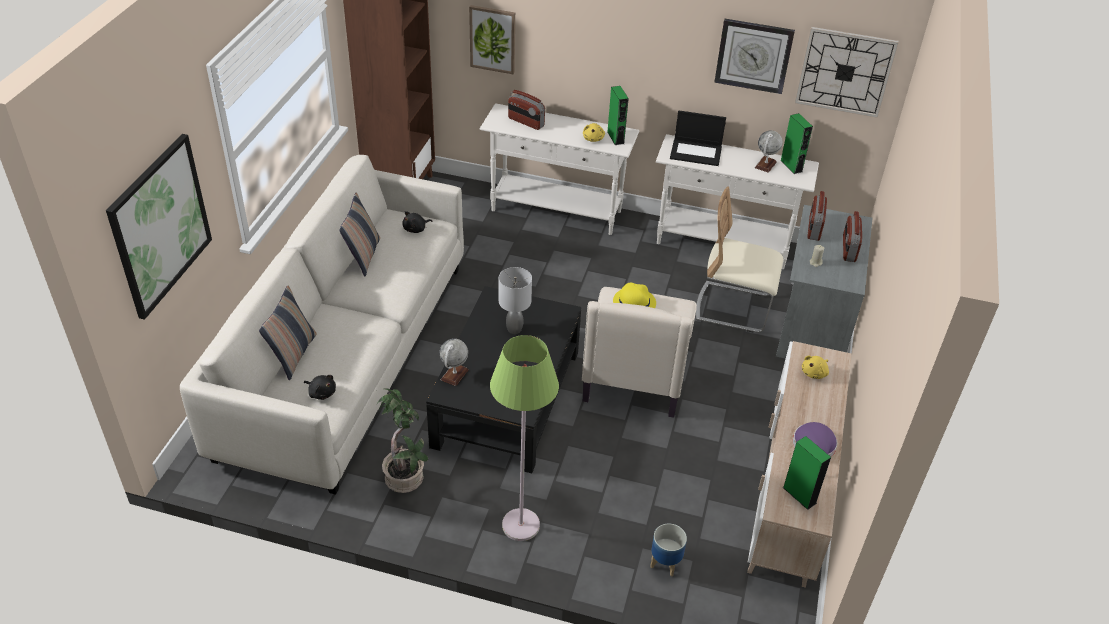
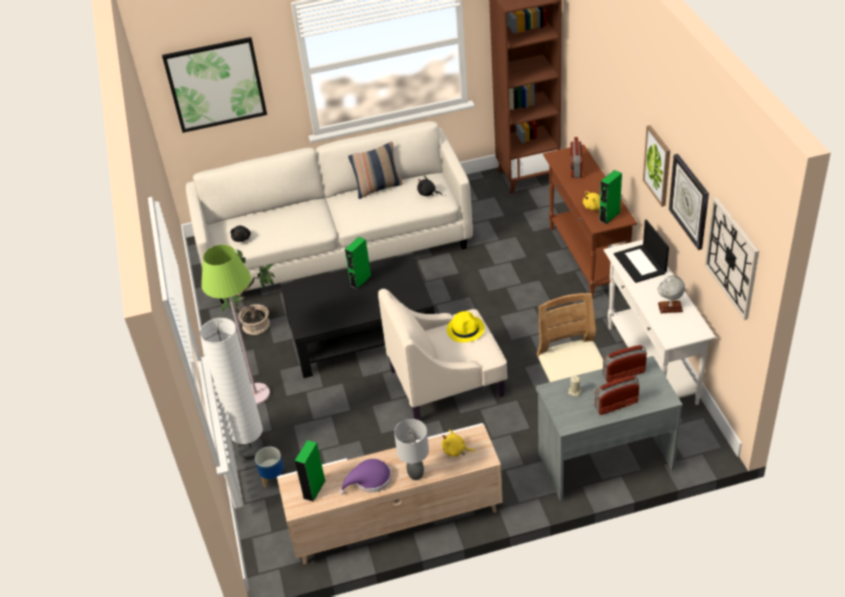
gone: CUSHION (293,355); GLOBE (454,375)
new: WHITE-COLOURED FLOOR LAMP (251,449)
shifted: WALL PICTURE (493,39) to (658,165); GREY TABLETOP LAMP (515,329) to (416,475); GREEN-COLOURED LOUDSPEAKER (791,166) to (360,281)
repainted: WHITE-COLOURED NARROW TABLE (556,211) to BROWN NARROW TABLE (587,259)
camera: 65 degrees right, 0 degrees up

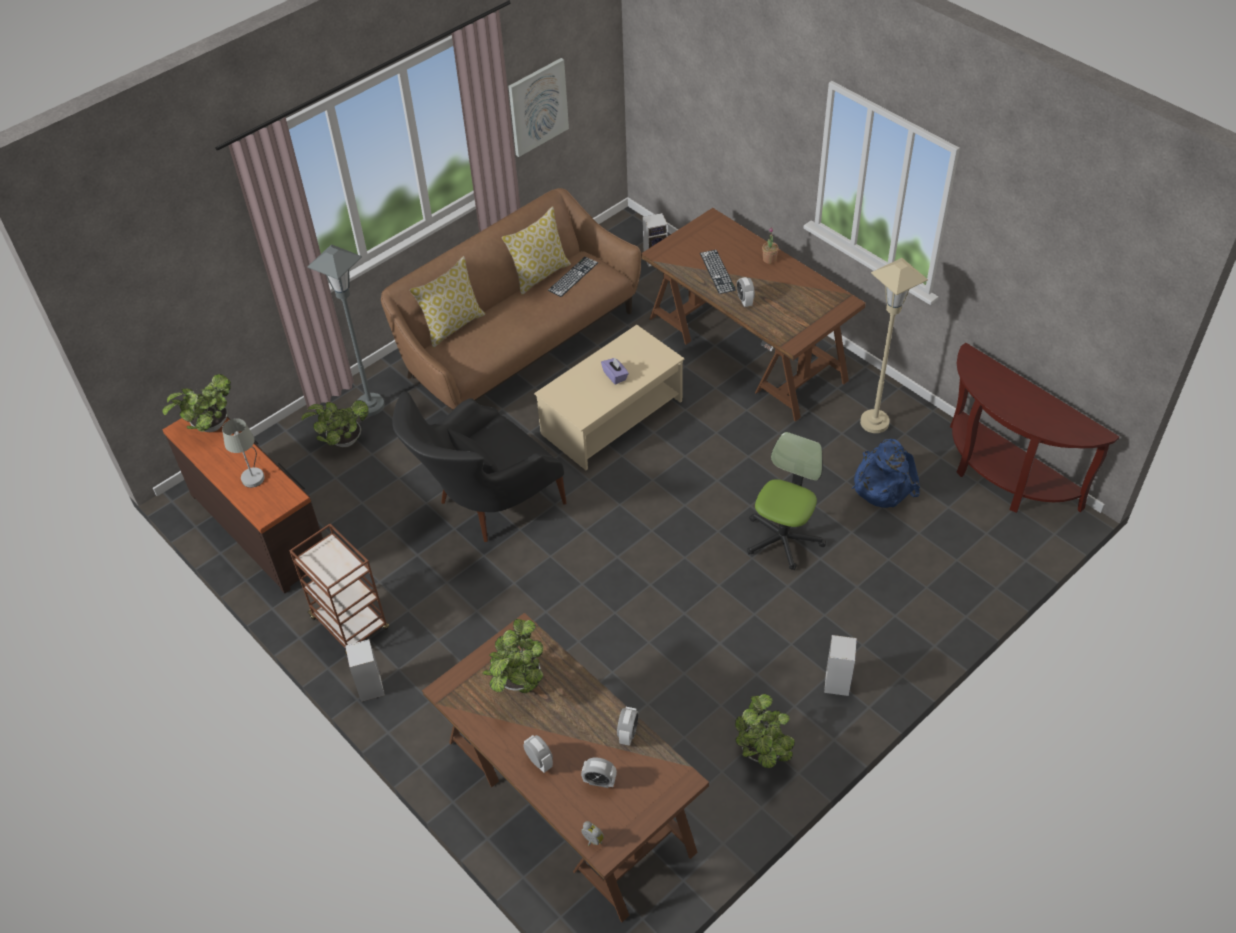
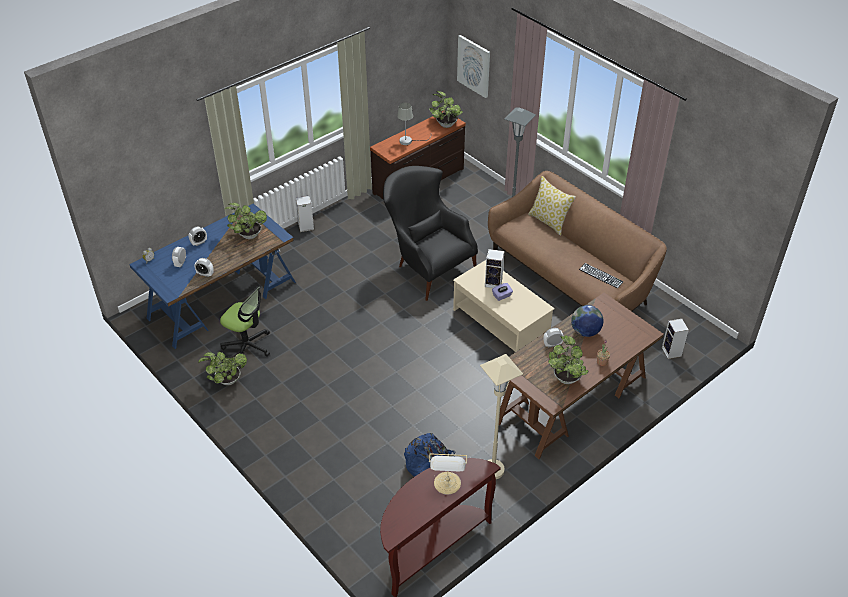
gone: BROWN CART (350,624); CUSHION (539,274)
new: TABLETOP LAMP (447,484)
shifted: HOUSEPLANT (342,441) to (566,377); WALL PICTURE (538,107) to (474,66); OFFICE CHAIR (783,539) to (247,346); LOUDSPEAKER (836,681) to (494,283)
swapped: PC KEYBOARD (717,271) to GLOBE (585,331)
repainted: BROWN DESK TABLE (568,796) to BLUISH DESK TABLE (222,299)
camera: 90 degrees right, 5 degrees down

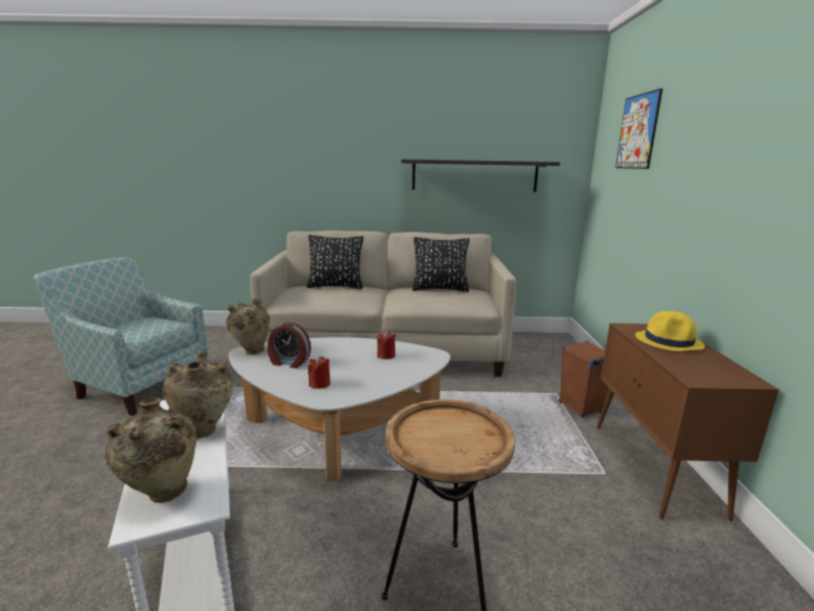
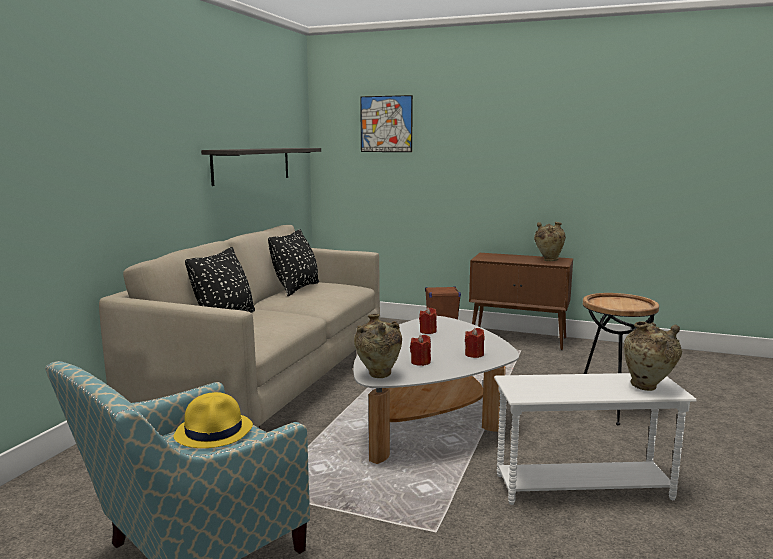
shifted: BEIGE-COLOURED DECORATIVE VASE (204,430) to (548,260); YELLOW-COLOURED HAT (669,341) to (214,431)
swapped: TABLE CLOCK (289,362) to RED-COLOURED WAX CANDLE (420,362)
camera: 70 degrees left, 5 degrees down

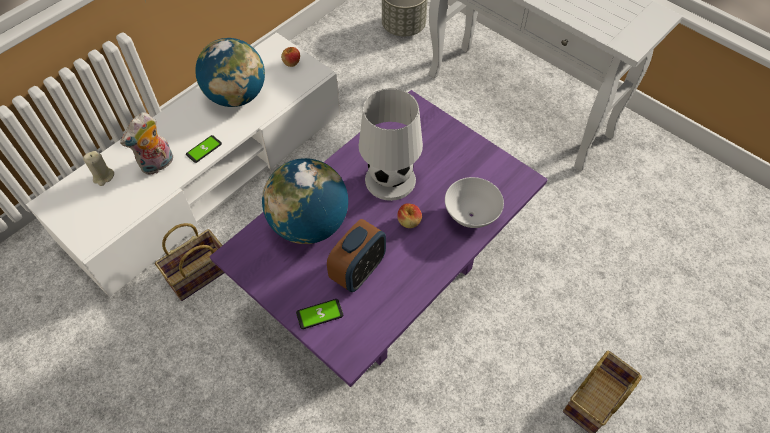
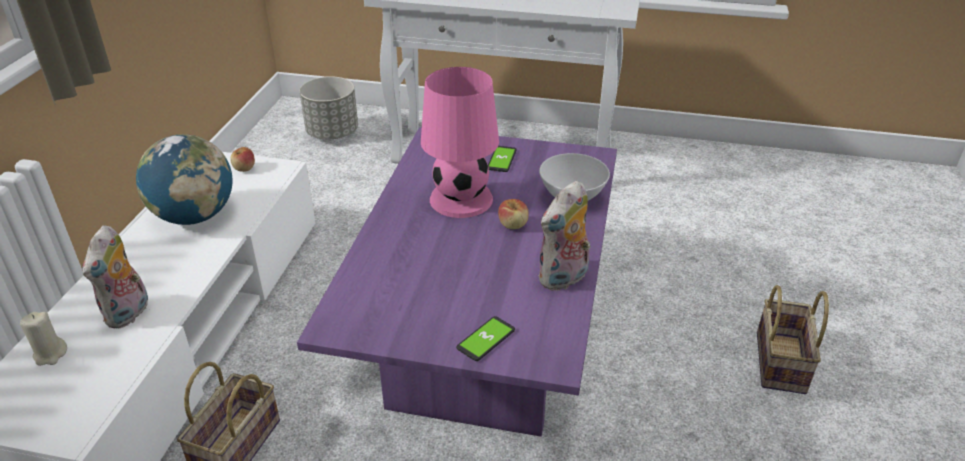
gone: GLOBE (309,224); TABLE CLOCK (358,271)
new: PLUSH TOY (564,279)
shifted: PHONE (204,149) to (502,159)
repainted: WHITE-COLOURED TABLETOP LAMP (389,179) to PINK-COLOURED TABLETOP LAMP (460,199)
camera: 30 degrees left, 20 degrees down

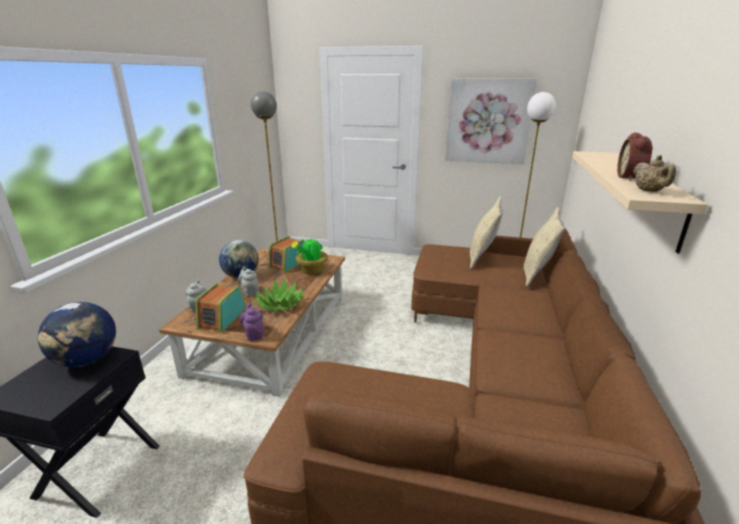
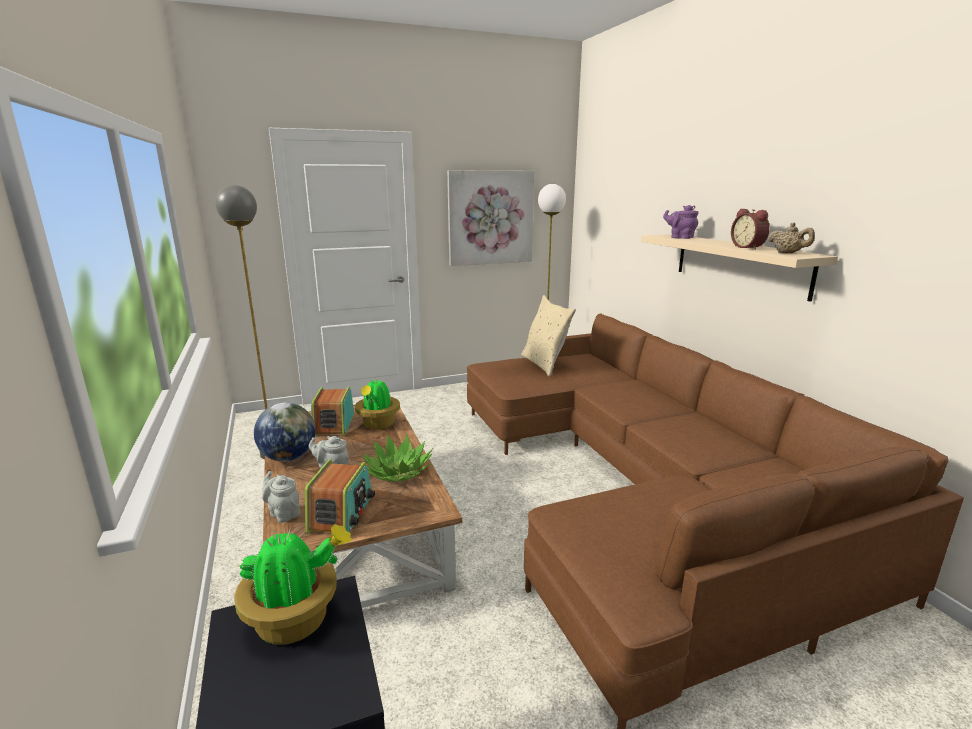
gone: BEIGE-COLOURED CUSHION (537,274)
shifted: PURPLE-COLOURED TEAPOT (254,334) to (680,237)
swapped: GLOBE (87,360) to HOUSEPLANT (296,620)
rotated: RADIO RECEIVER (221,318) = (341,513) 150 degrees counterclockwise
camera: 35 degrees left, 5 degrees down

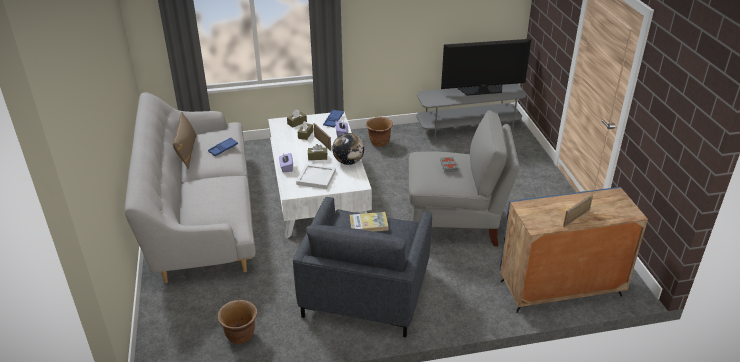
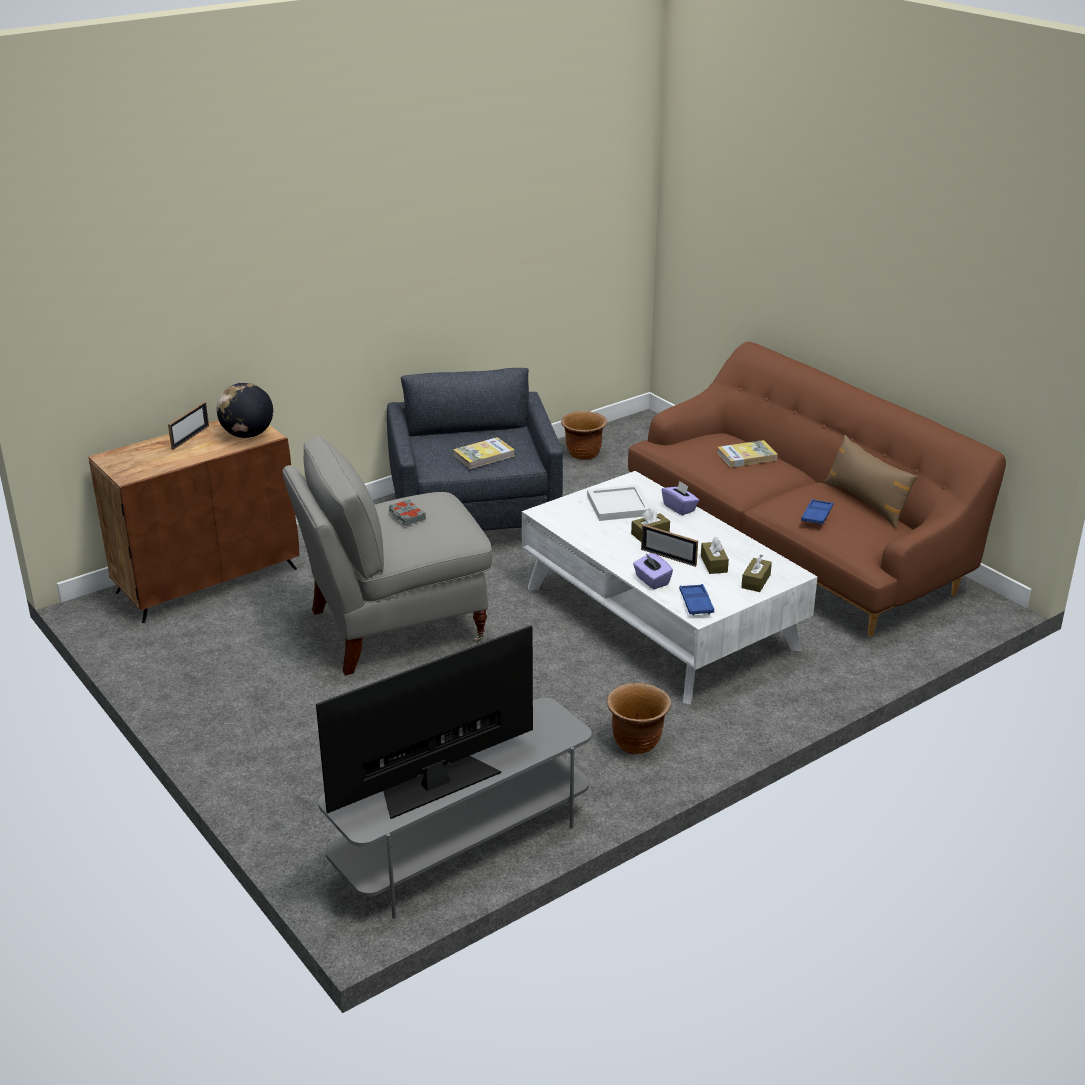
new: BOUND BOOK (747,456)
shifted: GLOBE (348,162) to (247,435)
repainted: GREY COUCH (201,212) to BROWN COUCH (796,543); BLUISH CUPBOARD (560,289) to BROWN CUPBOARD (208,580)
camera: 155 degrees right, 5 degrees down

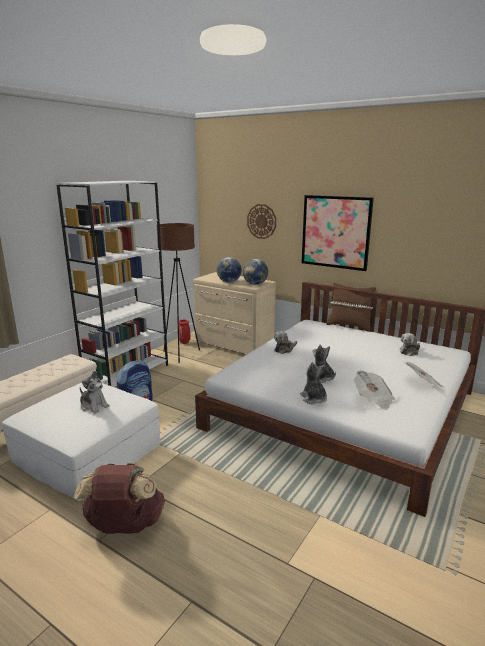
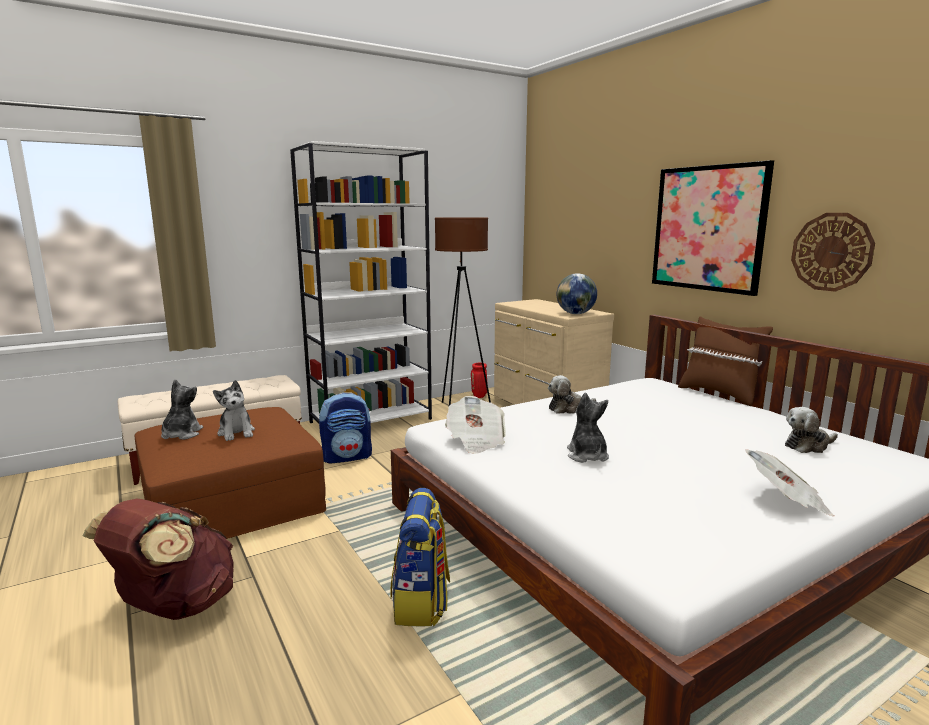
gone: GLOBE (229,282)
new: RUCKSACK (421,602)
shifted: WALL CLOCK (261,221) to (831,252); PLUSH TOY (314,399) to (181,434); PRINTED PAPER (373,399) to (476,441)
repainted: WHITE-COLOURED FOOTREST (87,453) to BROWN FOOTREST (232,501)
camera: 25 degrees right, 5 degrees down

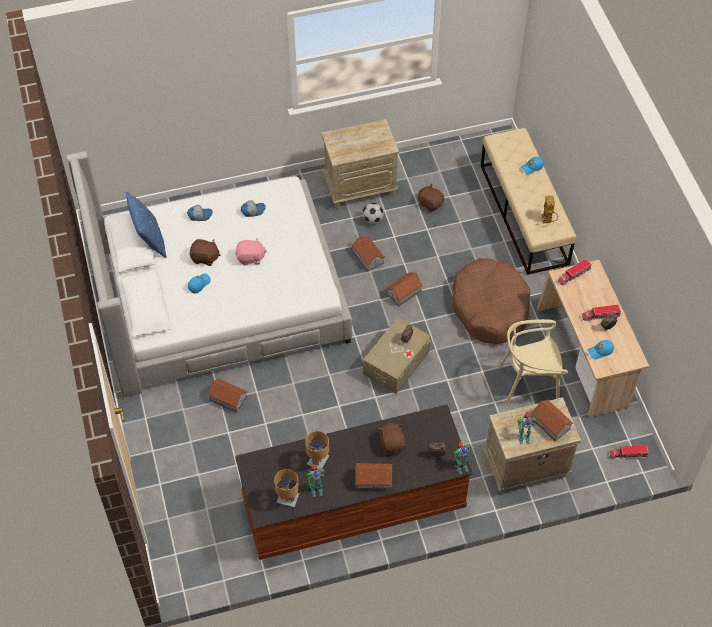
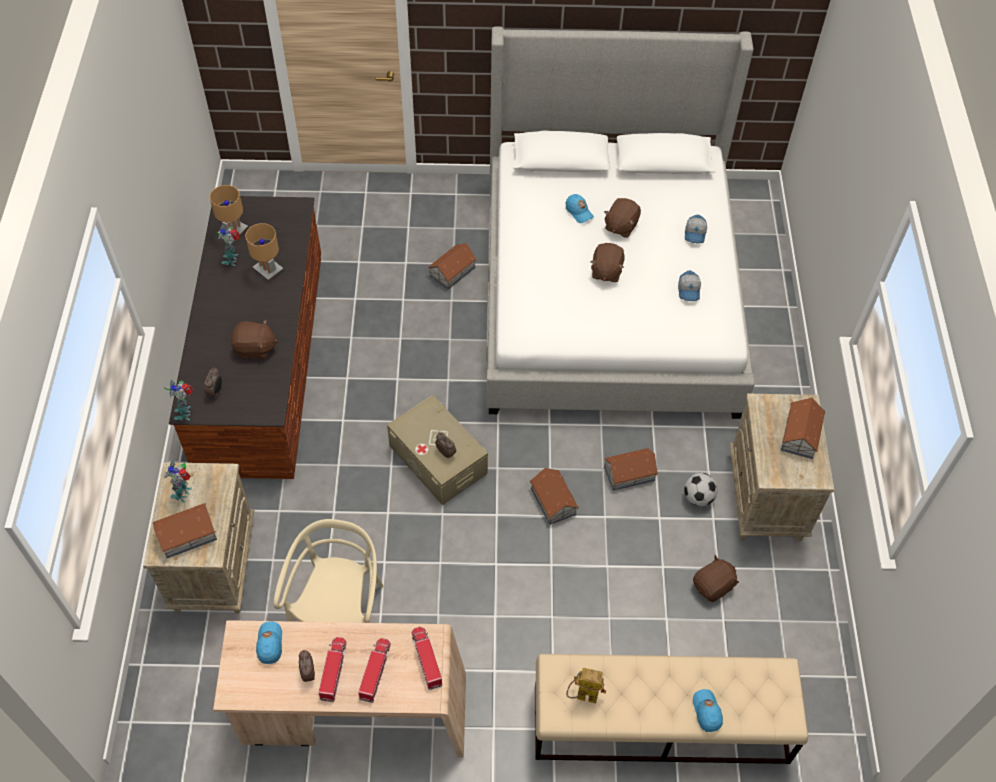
gone: BLUISH CUSHION (149,240); BROWN DOG BED (490,307)
shifted: MINIATURE HOUSE (374,479) to (800,435); MODEL TRUCK (628,454) to (375,671)
repainted: PINK-COLOURED PLUSH TOY (250,258) to BROWN PLUSH TOY (606,271)
camera: 105 degrees right, 0 degrees up

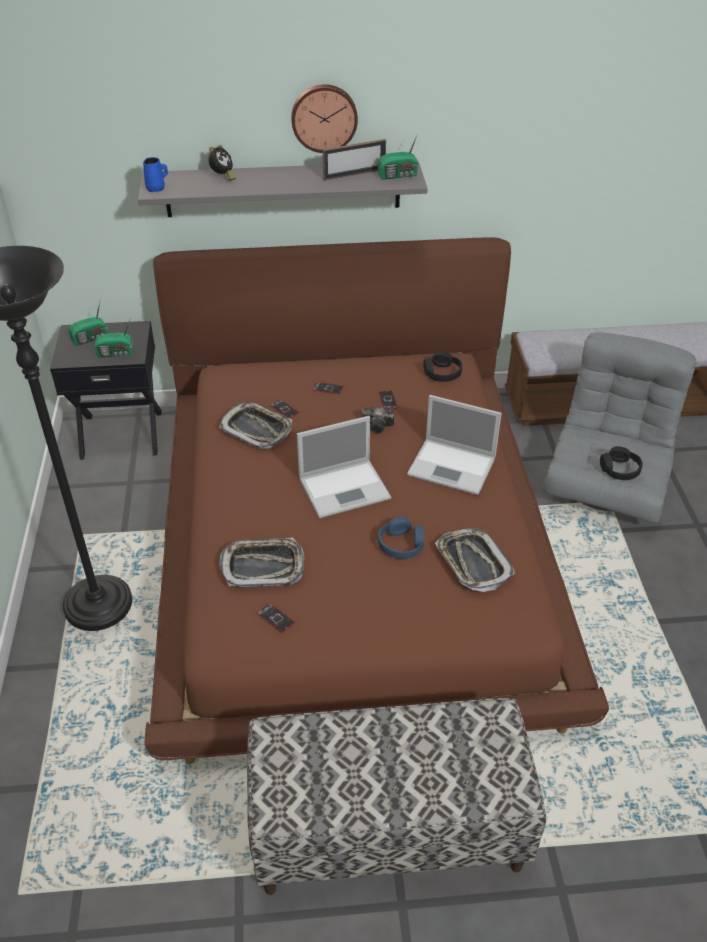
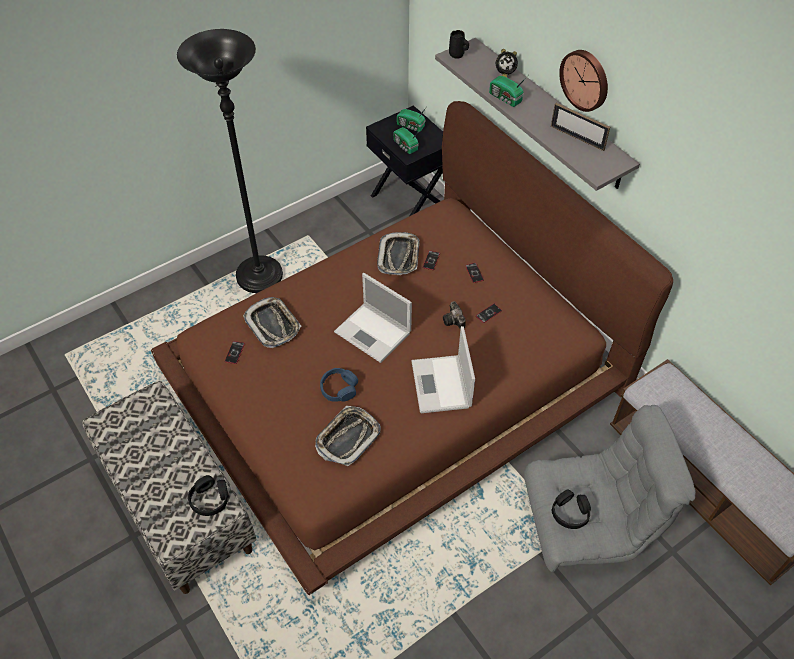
shifted: RADIO RECEIVER (399,175) to (505,98); BLACKISH HEADPHONES (442,373) to (210,499)
repainted: BLUISH COFFEE MUG (156,188) to BLACKISH COFFEE MUG (457,55)
camera: 60 degrees right, 10 degrees up

